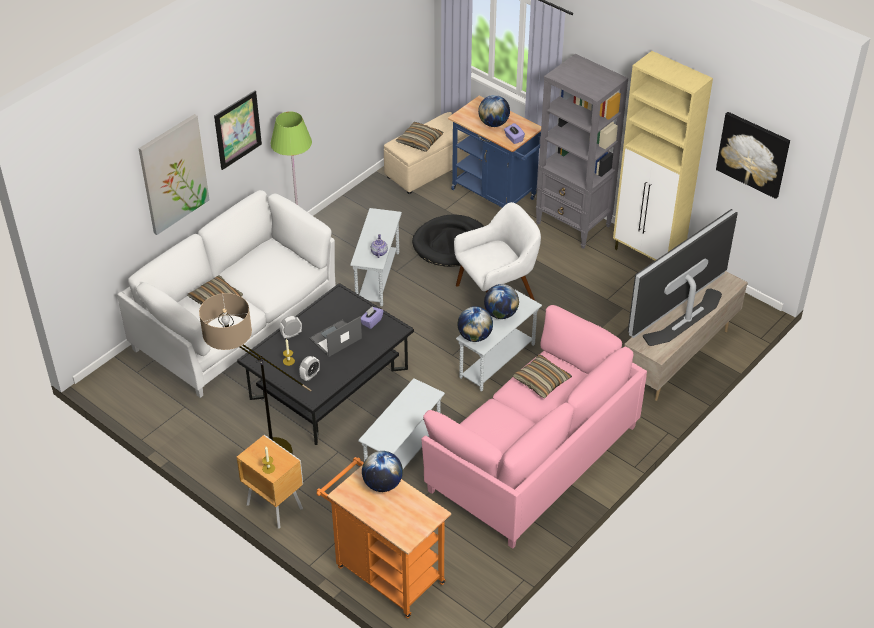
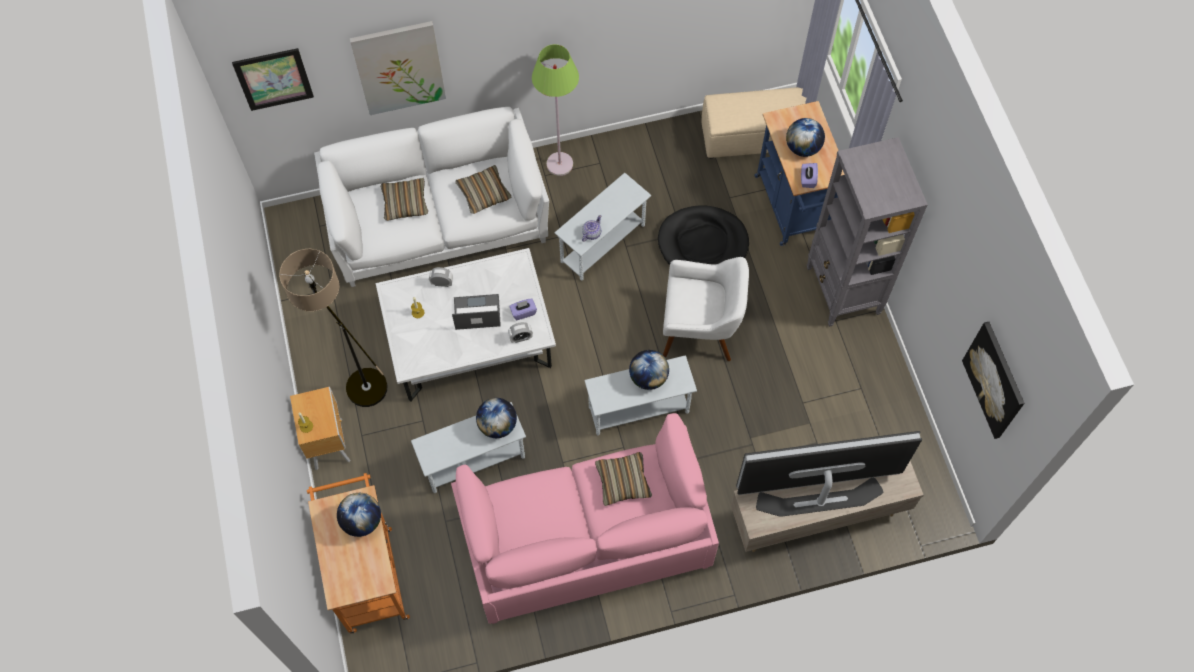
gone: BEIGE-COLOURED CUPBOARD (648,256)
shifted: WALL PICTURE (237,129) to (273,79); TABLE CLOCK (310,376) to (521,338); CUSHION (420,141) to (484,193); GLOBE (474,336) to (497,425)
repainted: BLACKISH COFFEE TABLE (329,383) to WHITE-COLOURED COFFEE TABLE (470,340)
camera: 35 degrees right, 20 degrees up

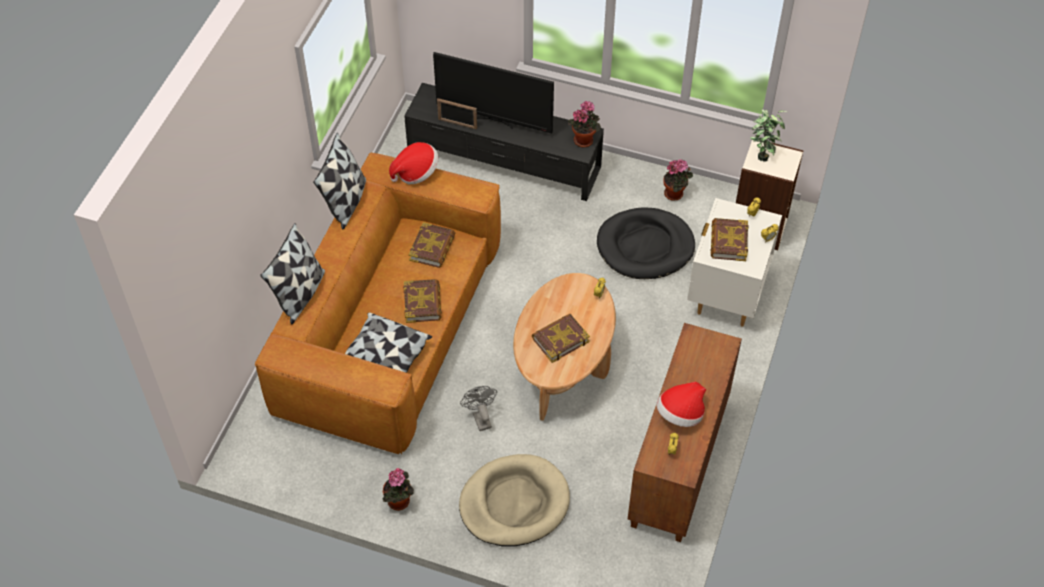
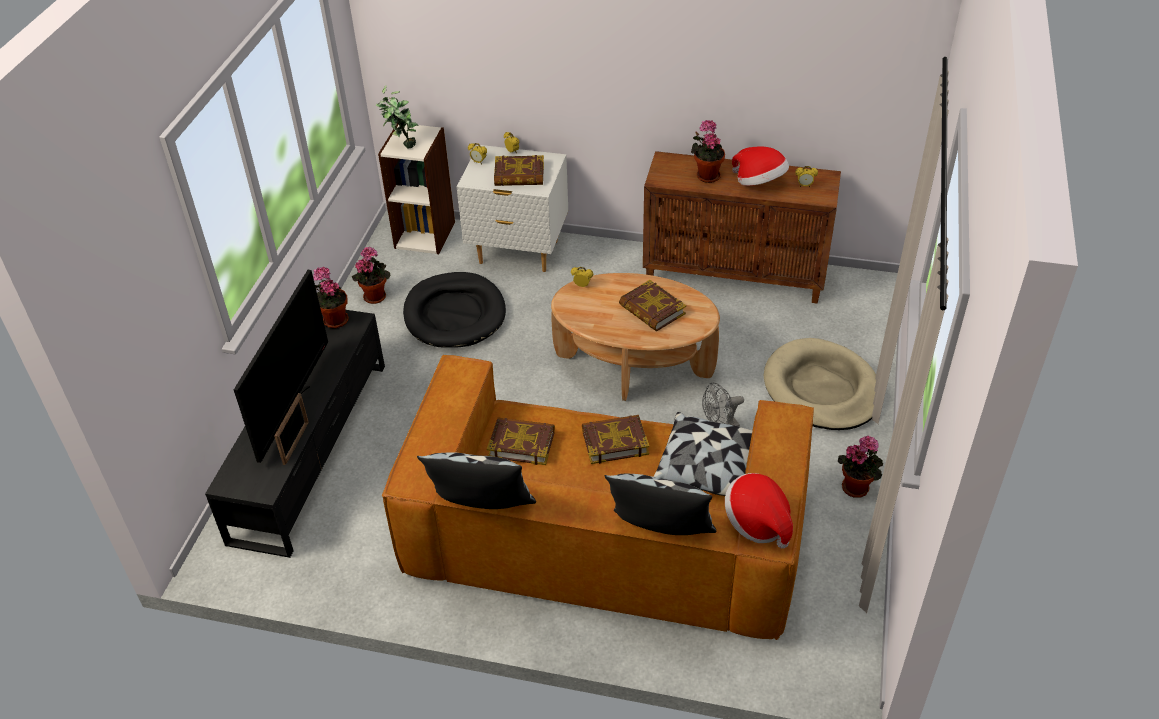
new: HOUSEPLANT (706,175)
shifted: HAT (416,172) to (757,522)
camera: 95 degrees left, 10 degrees down

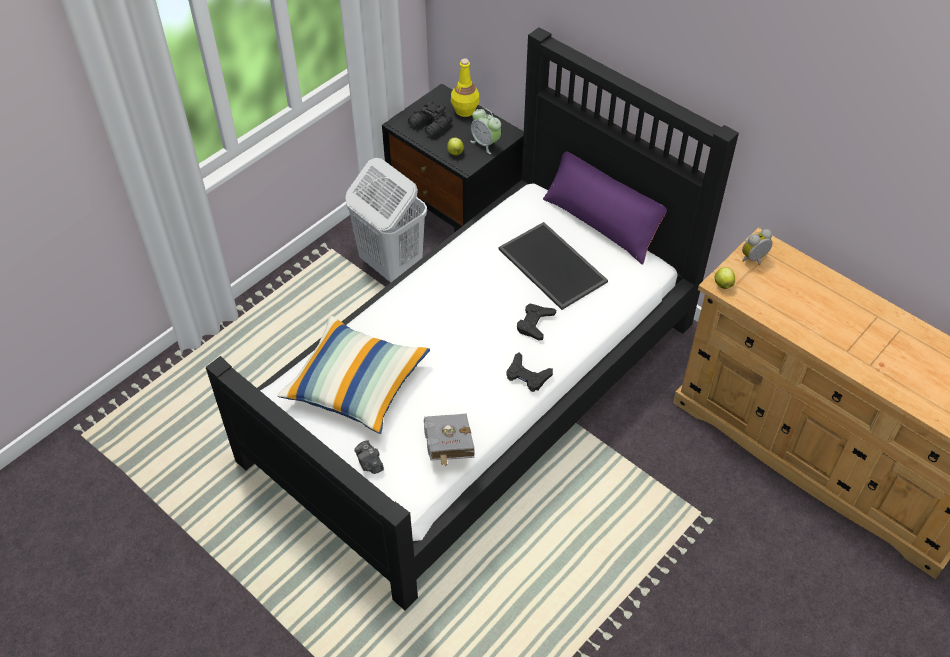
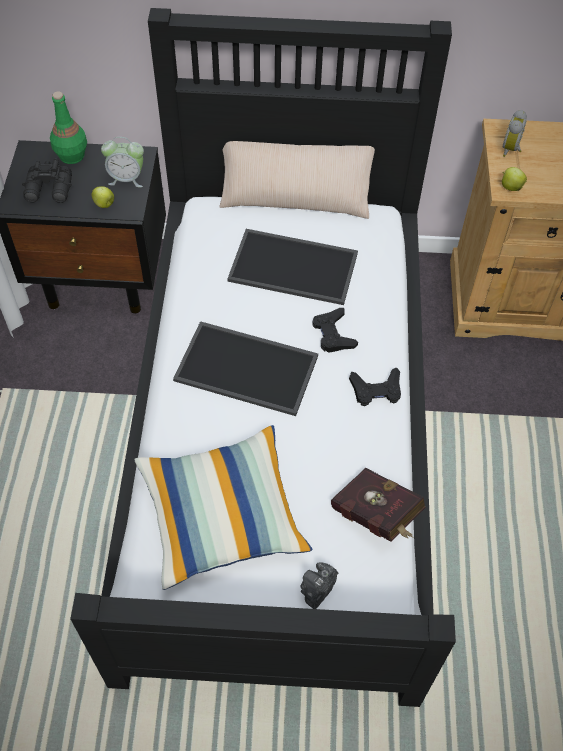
gone: WHITE-COLOURED HAMPER (390,265)
new: SERVING TRAY (248,367)
repainted: GREY BOUND BOOK (448,449) to RED-COLOURED BOUND BOOK (377,517); YELLOW-COLOURED BOTTLE (464,110) to GREEN-COLOURED BOTTLE (71,155); PURPLE-COLOURED CUSHION (601,223) to BEIGE-COLOURED CUSHION (295,200)
rotated: PHOTO CAMERA (369,463) = (317,589) 105 degrees clockwise
camera: 40 degrees left, 5 degrees up

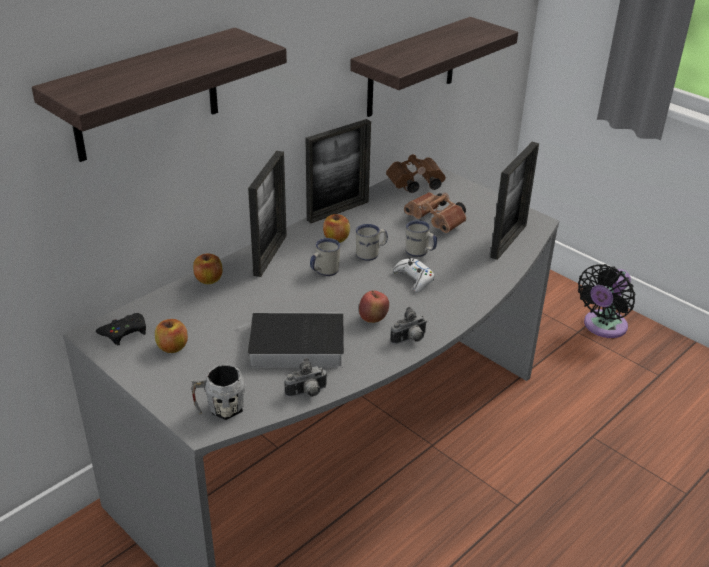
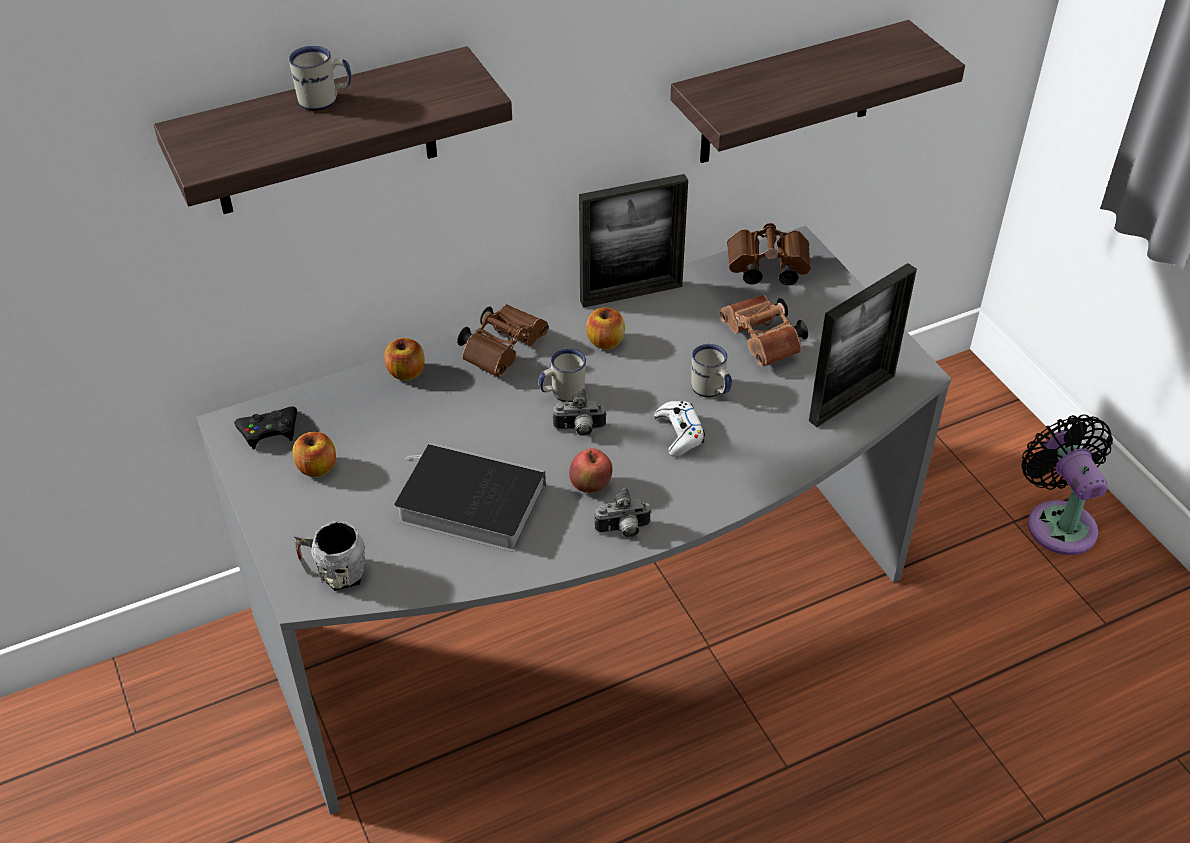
shifted: PHOTO CAMERA (307,393) to (579,430); WHITE-COLOURED COFFEE MUG (371,254) to (325,101)
swapped: STANDING FRAME (270,255) to BROWN FIELD GLASSES (504,349)
rotated: BLACKISH FAN (602,327) = (1058,522) 105 degrees clockwise
camera: 20 degrees right, 10 degrees up

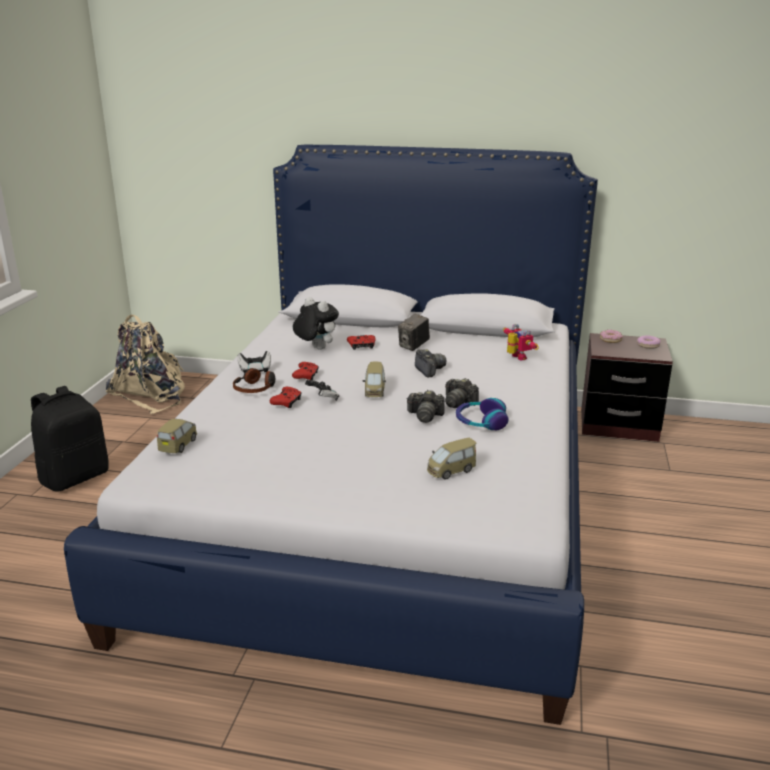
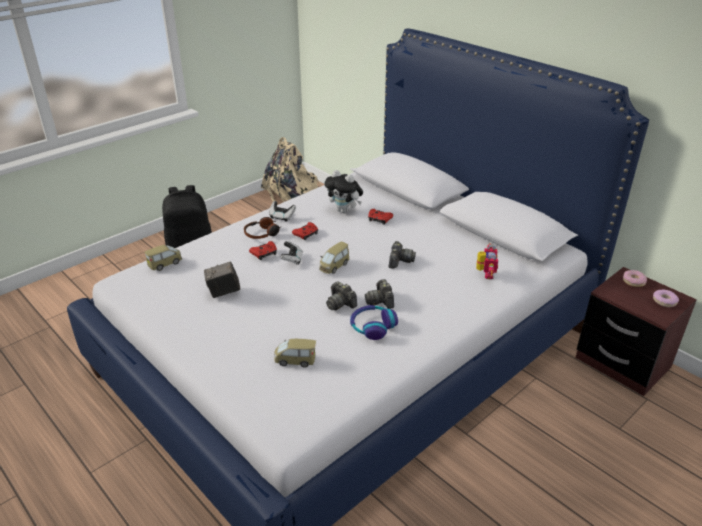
shifted: PHOTO CAMERA (413,346) to (224,292)
rotated: PLUSH TOY (316,348) = (344,211) 135 degrees clockwise
camera: 35 degrees right, 10 degrees up

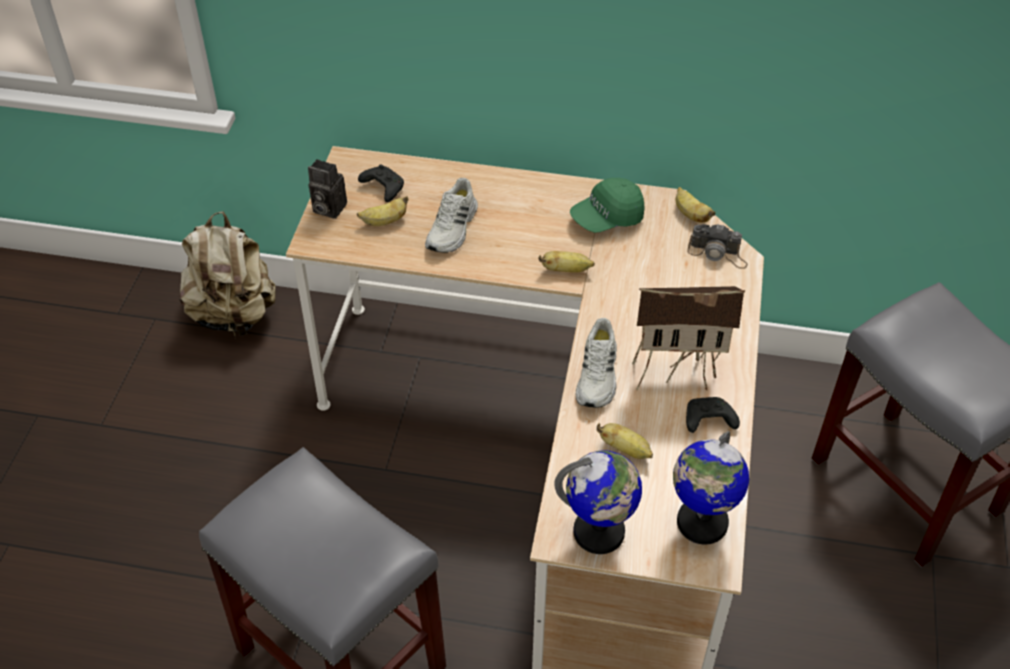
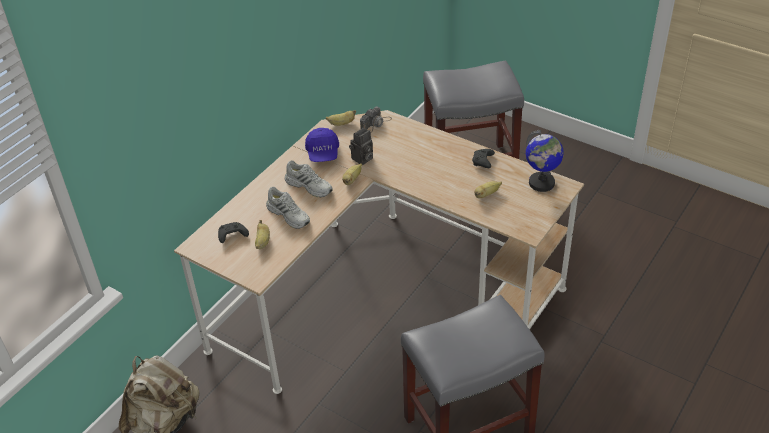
gone: GLOBE (599,532); MINIATURE HOUSE (676,371)
shifted: PHOTO CAMERA (327,208) to (362,159); WHITE-COLOURED SHOE (598,375) to (309,186)
repainted: GREEN-COLOURED CAP (607,218) to BLUISH CAP (323,153)
camera: 65 degrees left, 5 degrees down

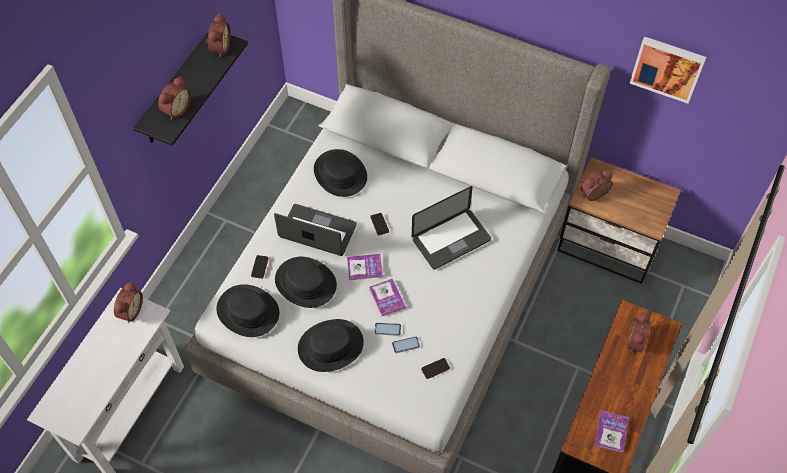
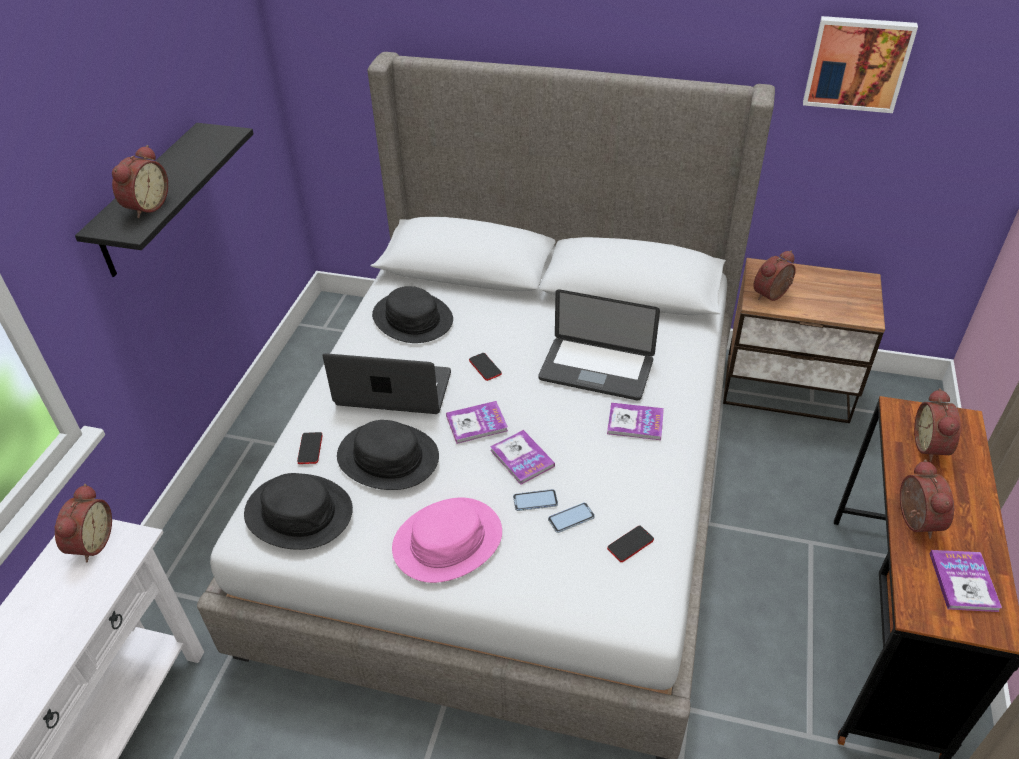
new: BOUND BOOK (635,423)
shifted: TABLE CLOCK (219,47) to (913,520)
repainted: BLACKISH HAT (330,346) to PINK-COLOURED HAT (447,540)
rotated: PORTABLE COMPUTER (451,240) = (596,370) 60 degrees clockwise
camera: 10 degrees left, 15 degrees down

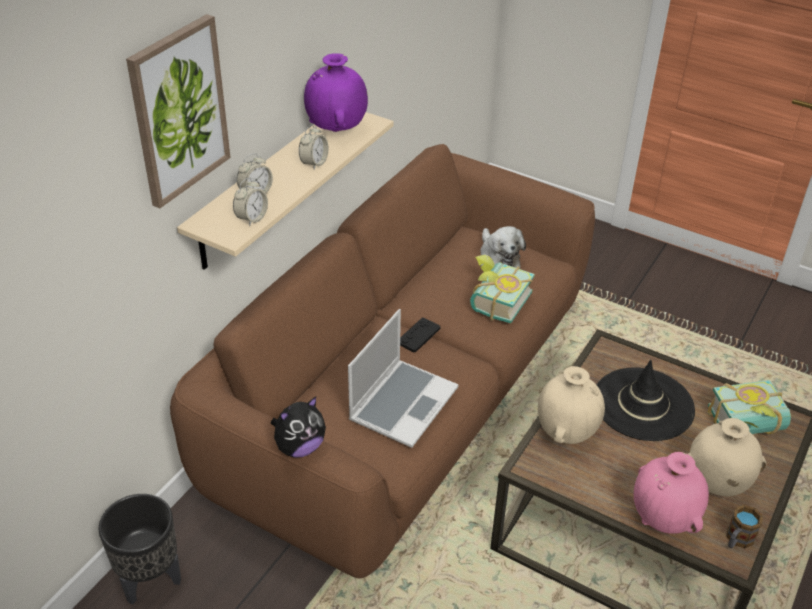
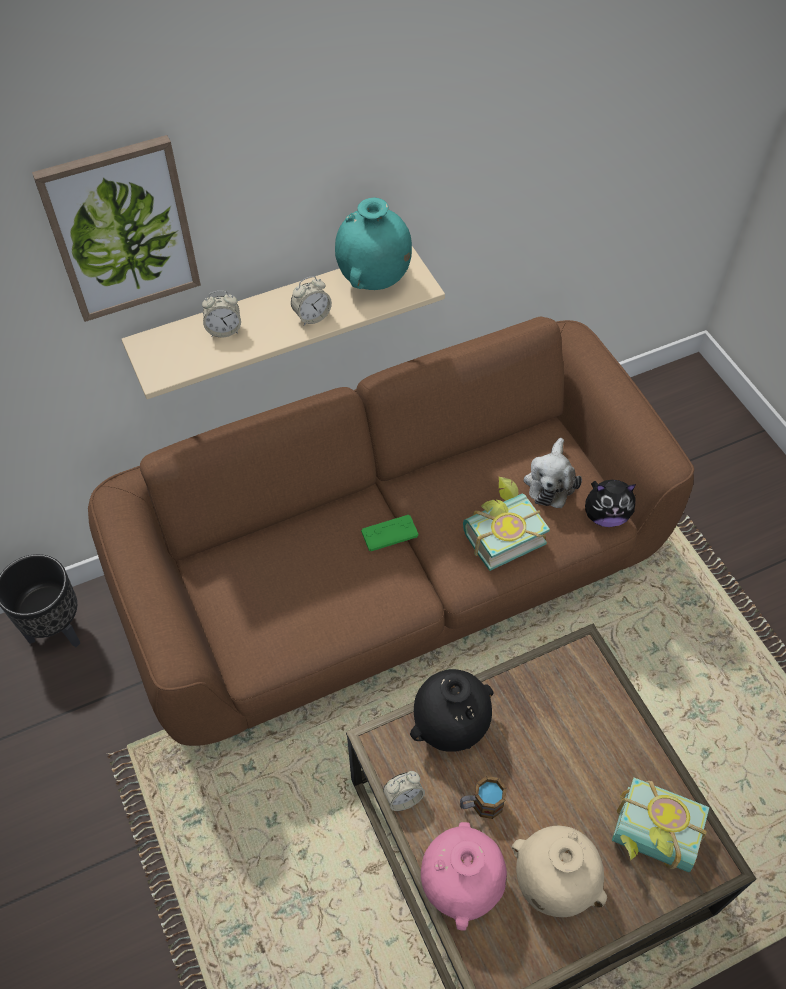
gone: PORTABLE COMPUTER (403,403); BLACKISH HAT (643,404)
shifted: TABLE CLOCK (251,218) to (403,798); PLUSH TOY (299,447) to (605,516); COFFEE MUG (737,540) to (481,804)
repainted: PURPLE-COLOURED DECORATIVE VASE (337,130) to BLUE-GREEN DECORATIVE VASE (374,281); BLACKISH GAME CONTROLLER (418,335) to GREEN-COLOURED GAME CONTROLLER (389,533); BEIGE-COLOURED DECORATIVE VASE (566,432) to BLACKISH DECORATIVE VASE (451,726)
camera: 35 degrees right, 15 degrees up

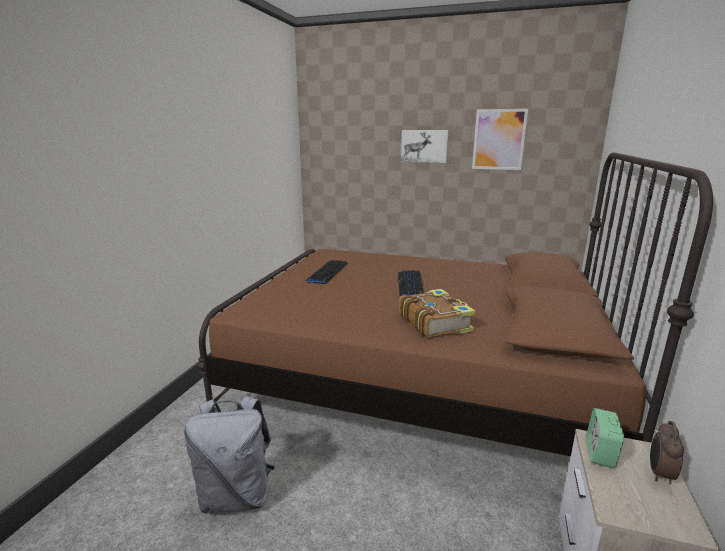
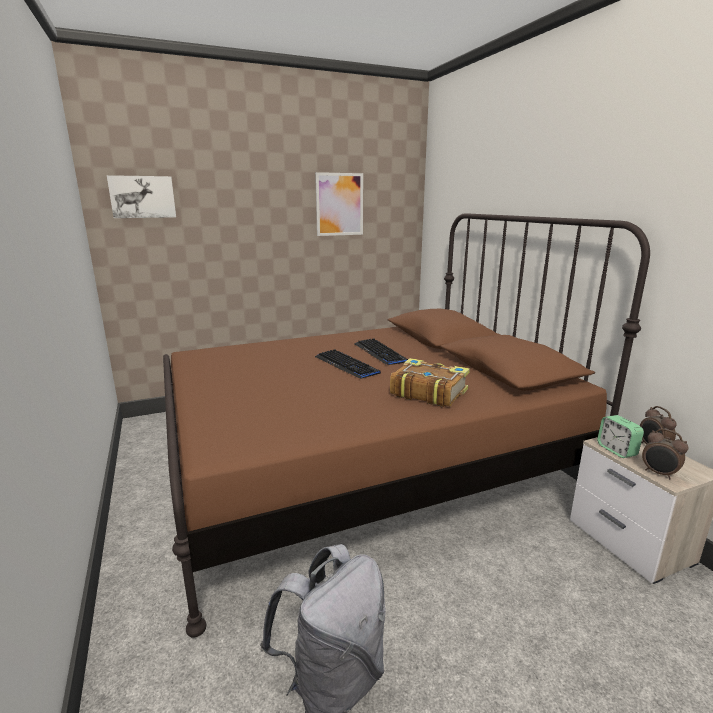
new: TABLE CLOCK (659,473)
shifted: PC KEYBOARD (327,272) to (380,353); WALL PICTURE (424,146) to (142,197)
camera: 40 degrees left, 0 degrees up

